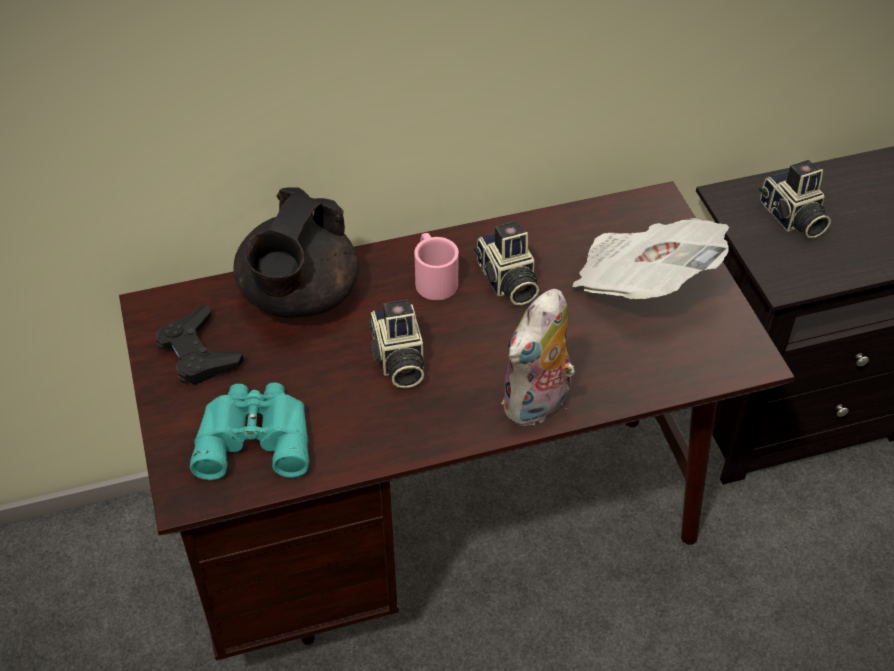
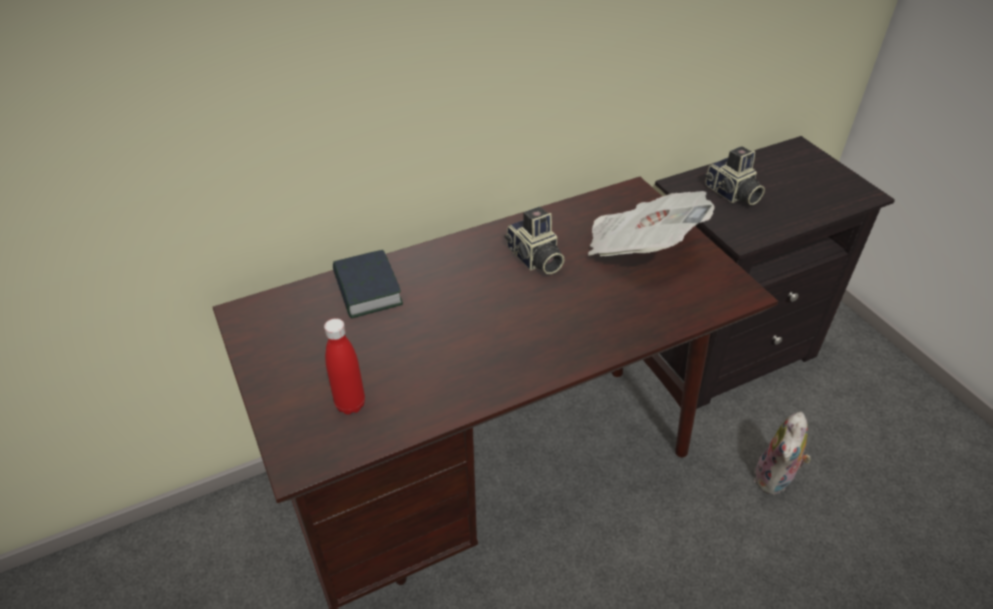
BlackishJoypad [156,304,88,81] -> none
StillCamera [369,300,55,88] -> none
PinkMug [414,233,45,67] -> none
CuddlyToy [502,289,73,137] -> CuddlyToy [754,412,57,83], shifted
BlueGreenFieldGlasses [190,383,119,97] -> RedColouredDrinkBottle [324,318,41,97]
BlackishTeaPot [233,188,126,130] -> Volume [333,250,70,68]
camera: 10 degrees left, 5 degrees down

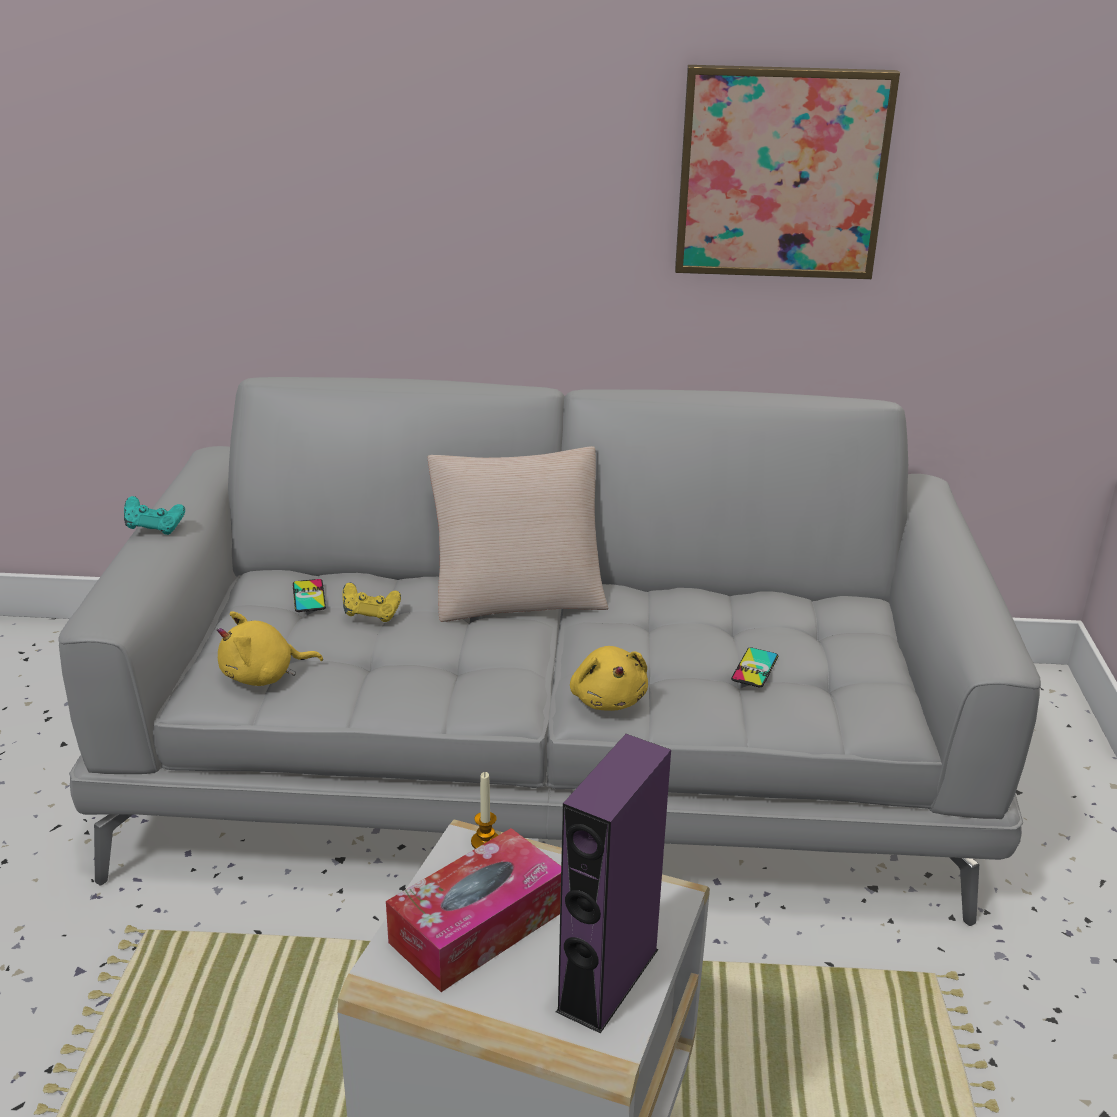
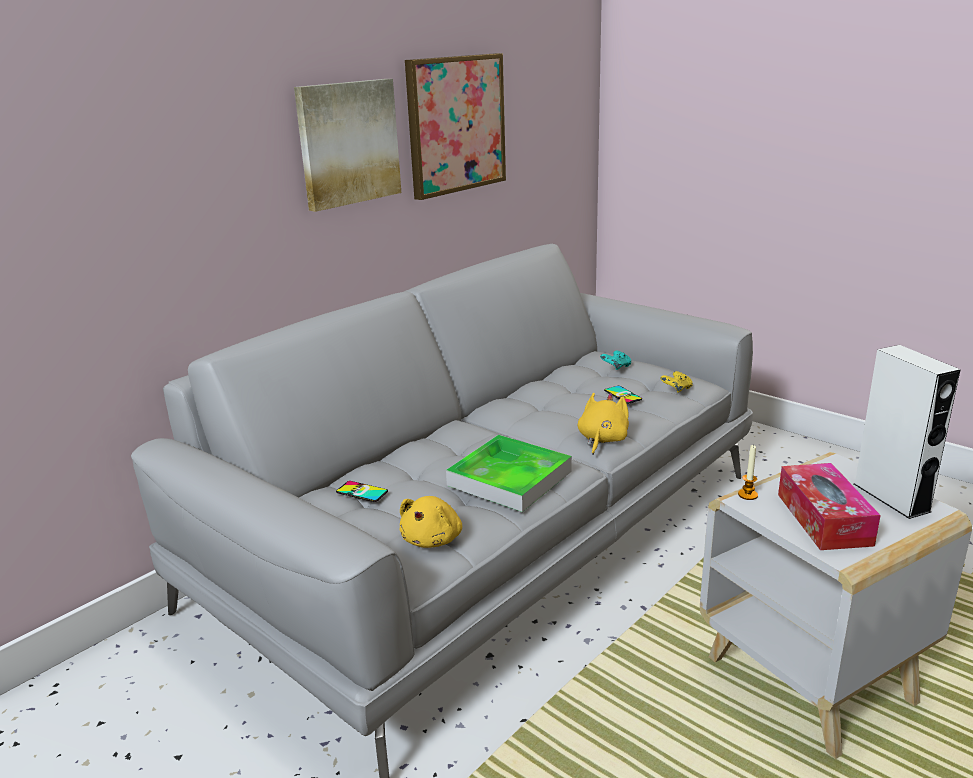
BeigeColouredThrowPillow [428,446,180,176] -> none
none -> WallPicture [294,79,107,133]
none -> ServingTray [446,435,126,77]
BlueGreenJoypad [124,496,61,39] -> BlueGreenJoypad [600,351,31,19], shifted
YellowishJoypad [342,583,59,39] -> YellowishJoypad [660,371,32,22], shifted
PurpleLoudspeaker [556,734,115,299] -> WhiteLoudspeaker [854,345,107,174]
YellowishCuddlyToy [570,646,78,65] -> YellowishCuddlyToy [578,393,51,61], 90 degrees counterclockwise
camera: 50 degrees left, 5 degrees down

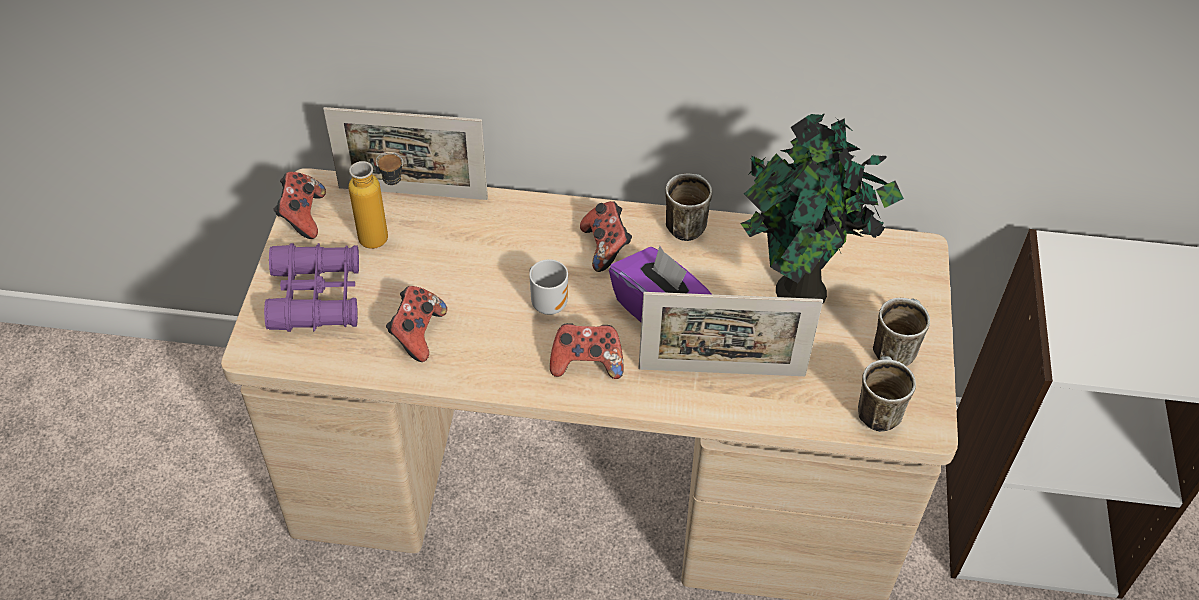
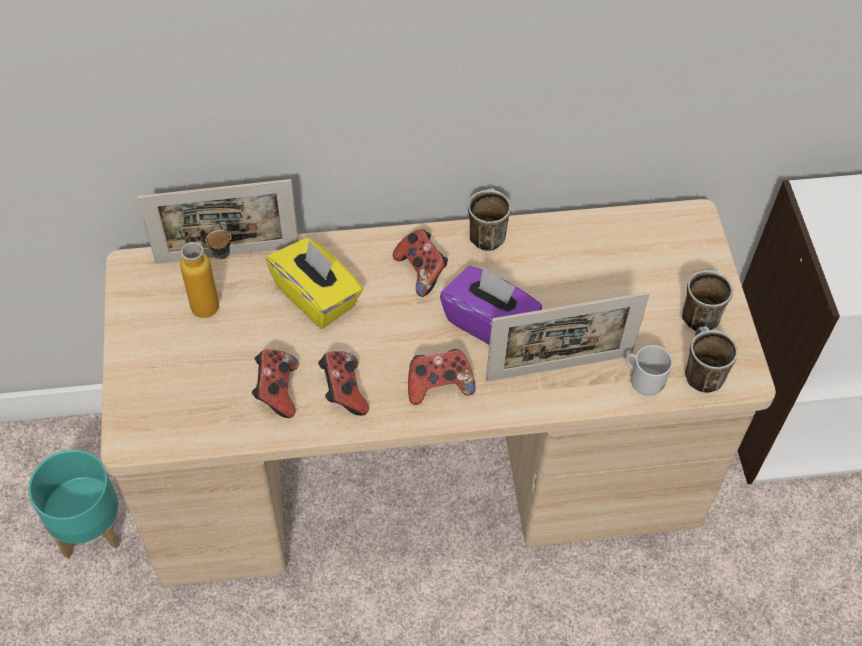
PurpleFieldGlasses [264,243,95,89] -> none
PlantInAPot [740,113,164,190] -> none
none -> BlueGreenPlantPot [28,450,92,109]
none -> YellowishTissueHolder [266,238,97,91]
Joypad [273,172,53,67] -> Joypad [318,351,51,65], shifted
Mug [529,259,39,56] -> Mug [625,345,48,51], shifted
camera: 15 degrees left, 5 degrees up

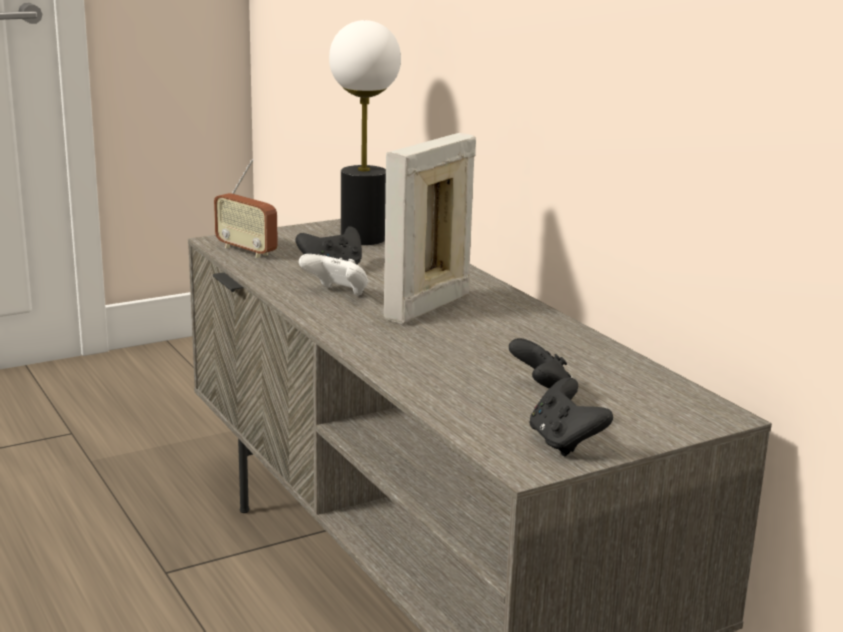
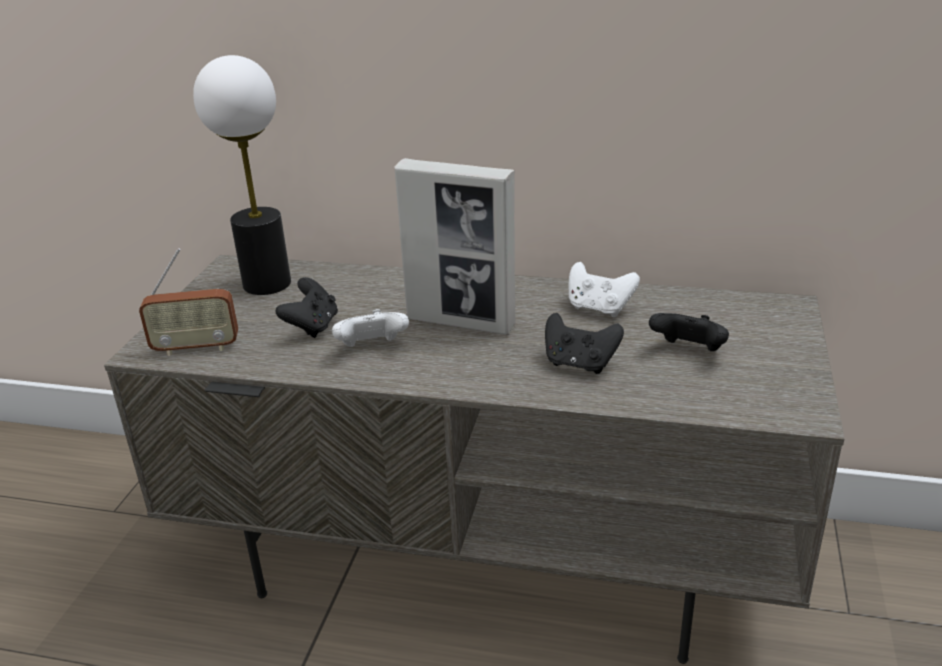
none -> WhiteJoypad [569,262,71,55]
BlackishJoypad [529,377,84,79] -> BlackishJoypad [545,313,79,61], shifted
StandingFrame [384,133,92,191] -> StandingFrame [394,158,122,177], 60 degrees counterclockwise
camera: 45 degrees left, 10 degrees up

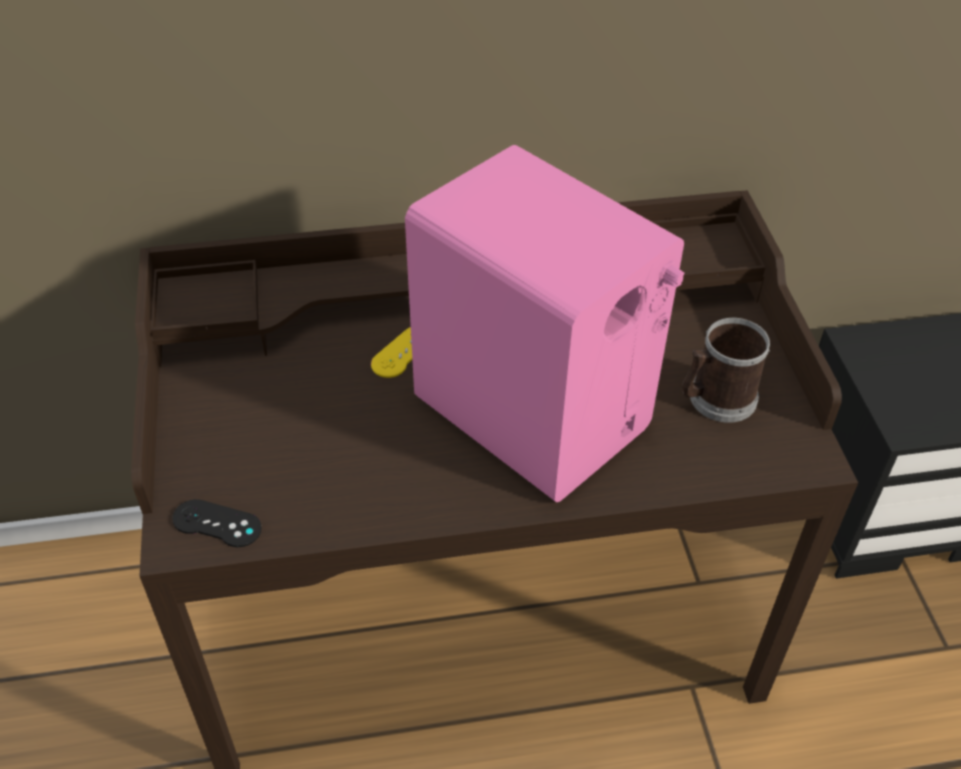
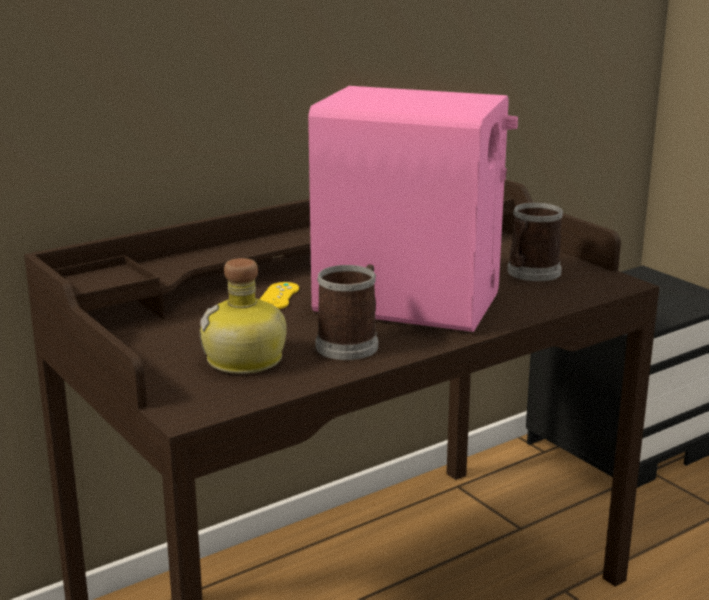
BlackishJoypad [172,499,90,48] -> none
none -> DrinkBottle [200,258,86,116]
none -> Mug [315,264,63,96]
camera: 25 degrees left, 25 degrees down

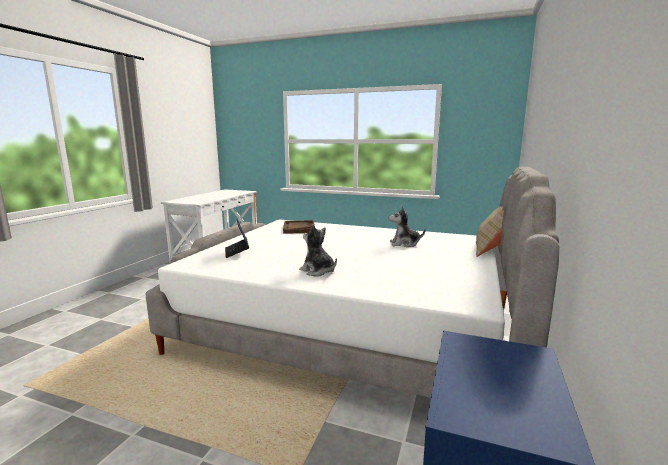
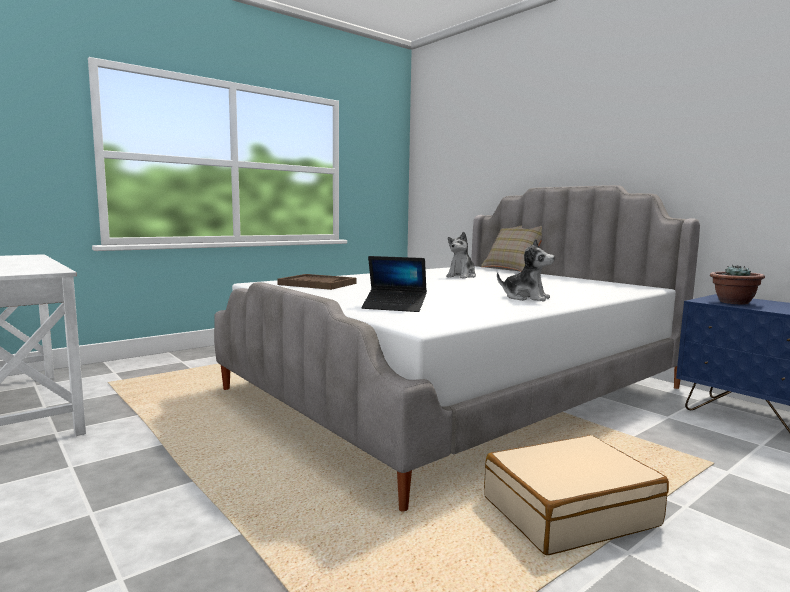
none -> BeigeColouredTravelCase [484,435,185,120]
none -> PlantInAPot [710,265,55,39]
CuddlyToy [299,224,38,52] -> CuddlyToy [497,239,58,63], 135 degrees counterclockwise
camera: 60 degrees left, 5 degrees down

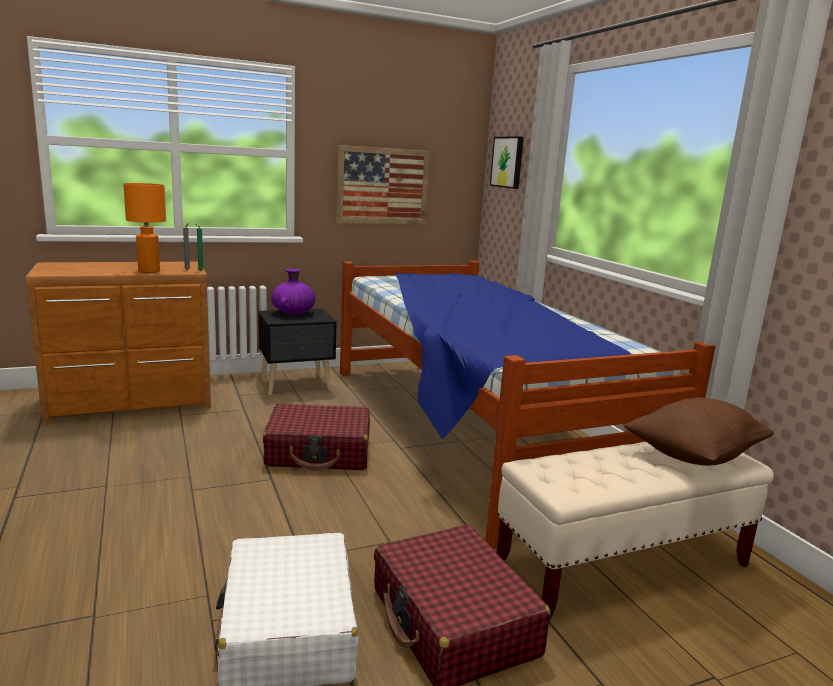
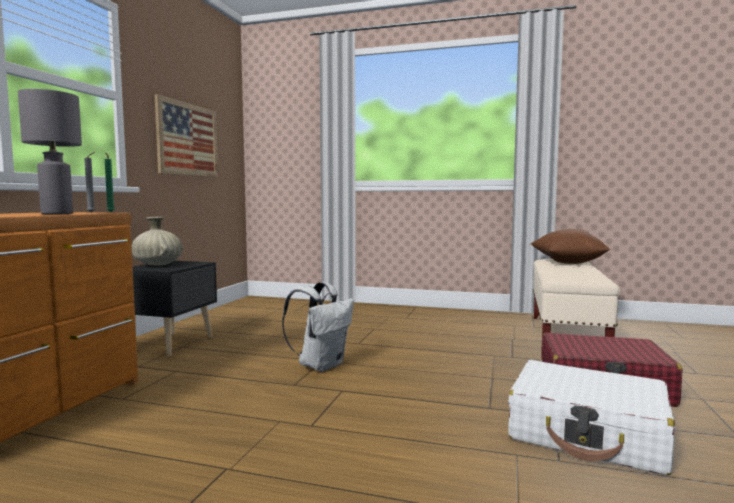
SleepingBed [340,261,375,288] -> none
WallPicture [490,136,34,53] -> none
RedColouredTravelCase [263,403,107,68] -> WhiteKnapsack [282,282,72,90]
OrangeyTabletopLamp [123,183,43,90] -> GreyishTabletopLamp [18,89,64,125]
PurpleFlowerVase [271,269,45,46] -> BeigeColouredFlowerVase [131,217,52,48]
camera: 50 degrees left, 10 degrees down

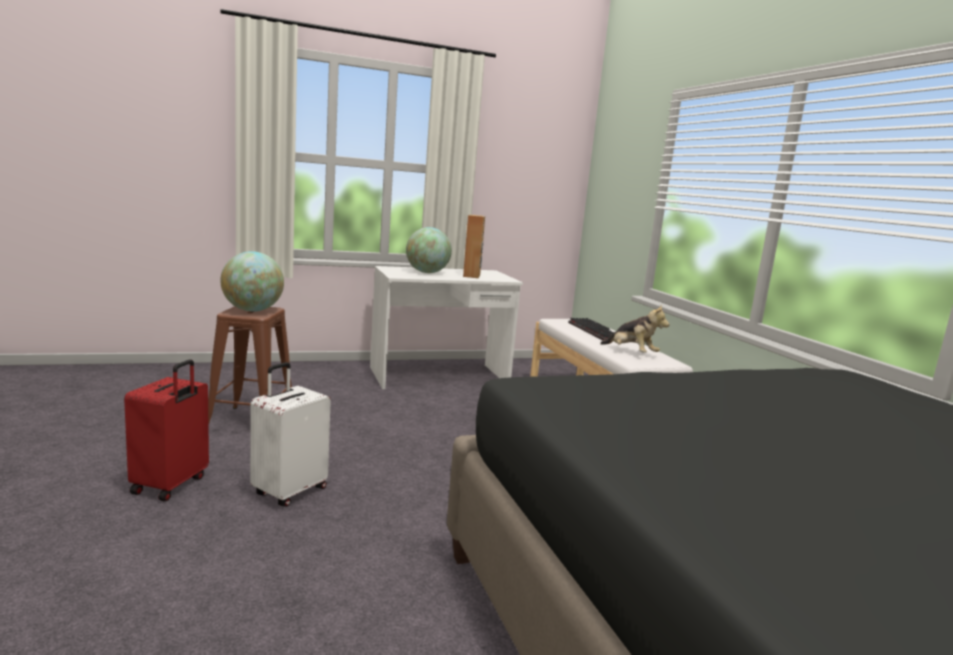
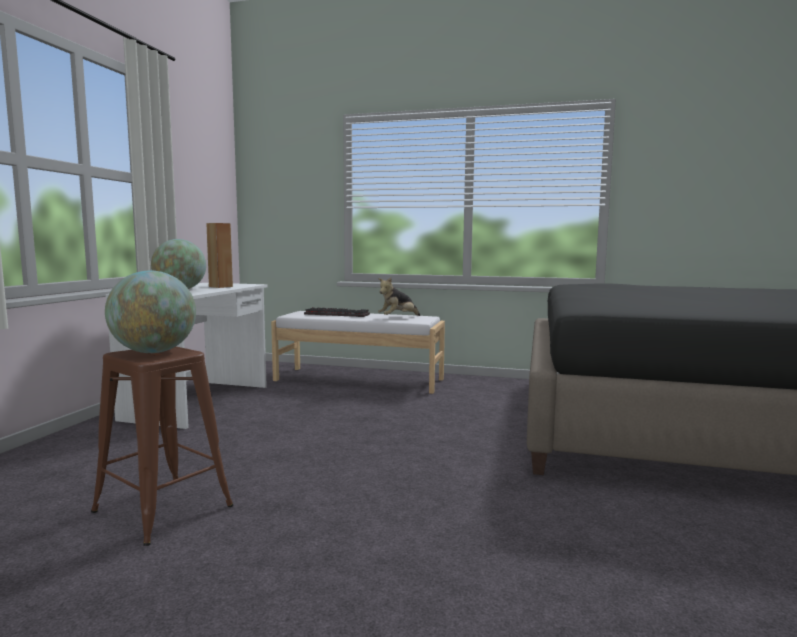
RedColouredTravelCase [124,359,85,142] -> none
WhiteTravelCase [250,362,81,145] -> none
CuddlyToy [600,304,70,49] -> CuddlyToy [378,277,42,39], 150 degrees clockwise
camera: 55 degrees left, 5 degrees down

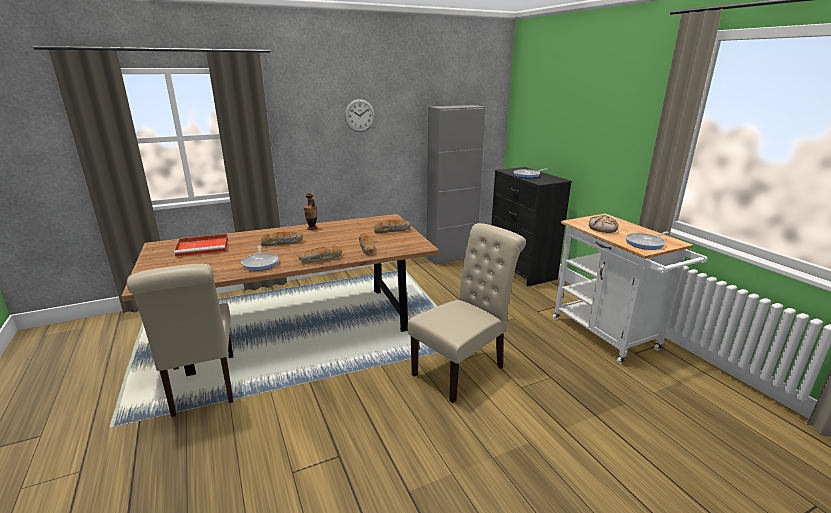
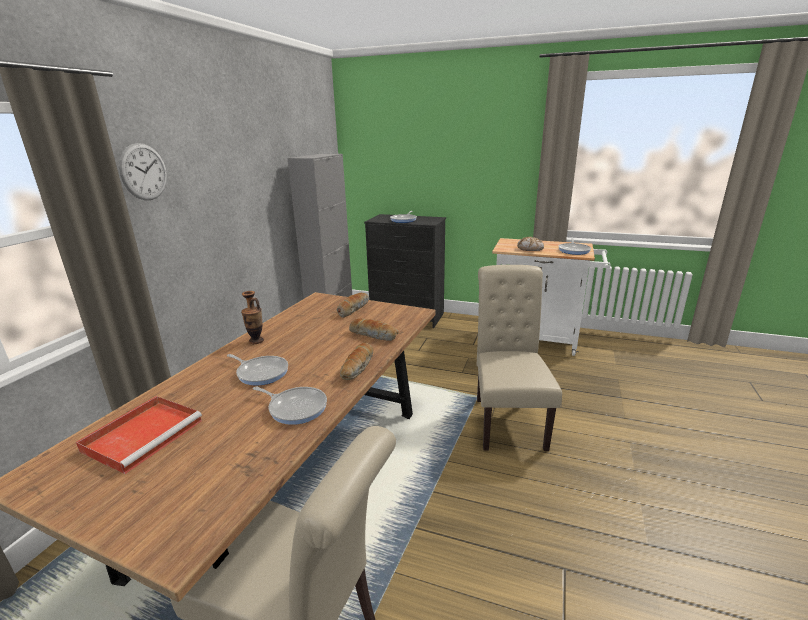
WallClock [345,99,30,33] -> WallClock [119,143,48,57], shifted
BakedBread [261,231,42,15] -> Skillet [227,354,61,31]
camera: 45 degrees left, 0 degrees up

